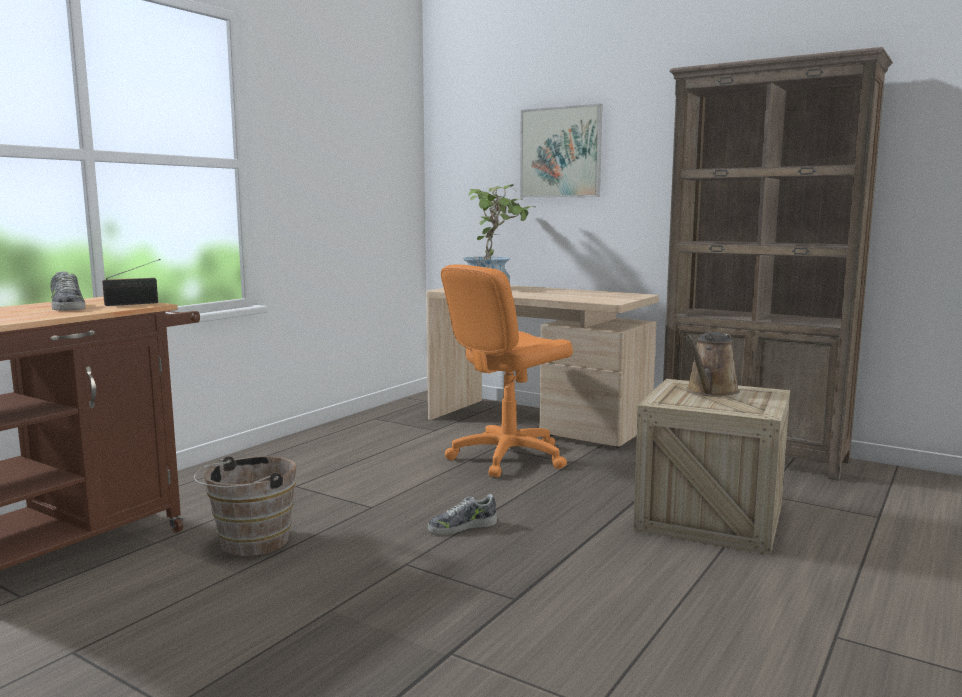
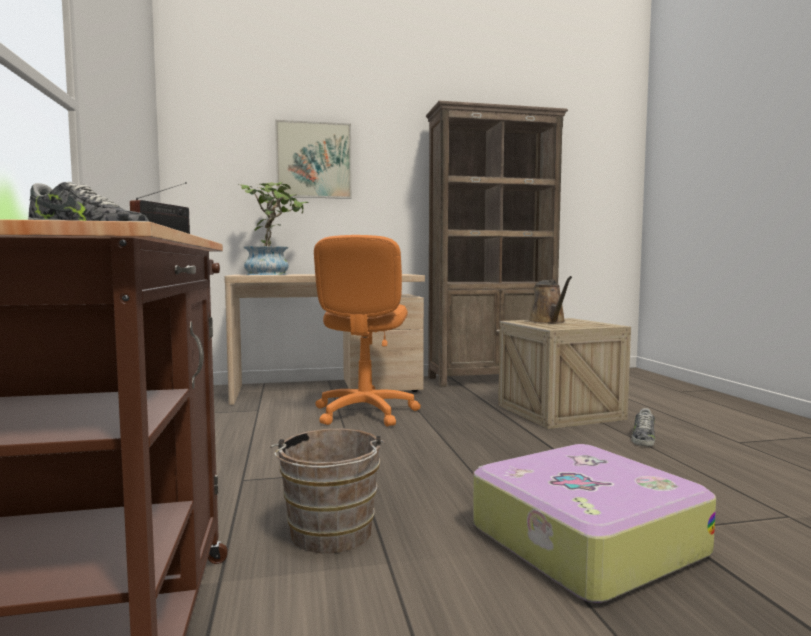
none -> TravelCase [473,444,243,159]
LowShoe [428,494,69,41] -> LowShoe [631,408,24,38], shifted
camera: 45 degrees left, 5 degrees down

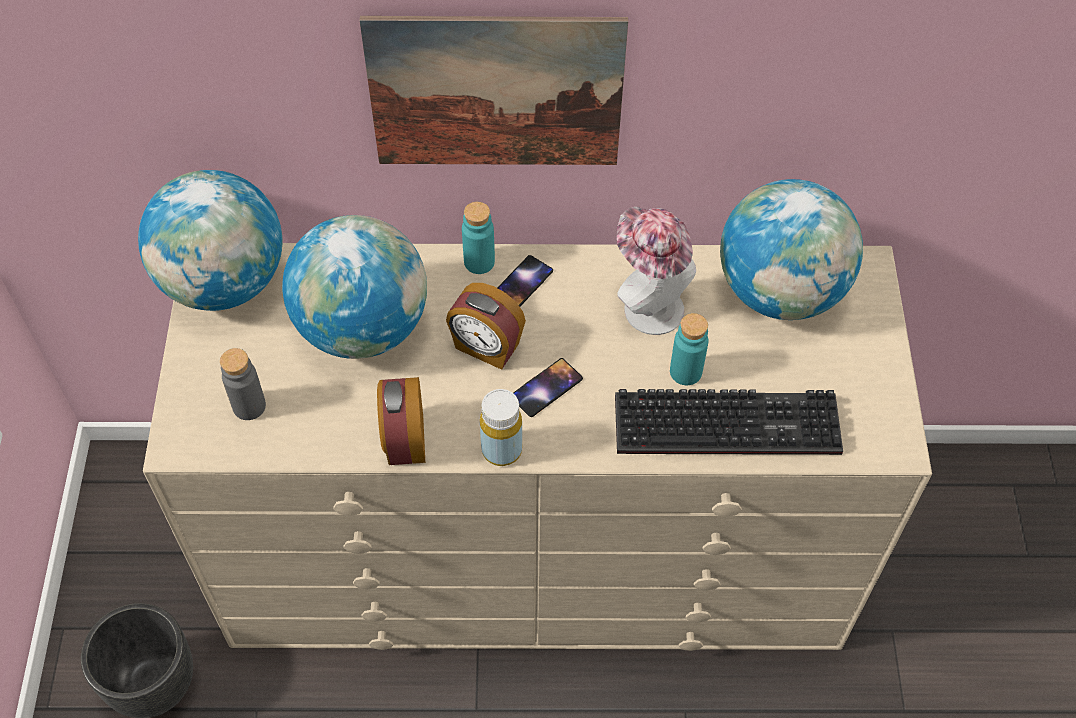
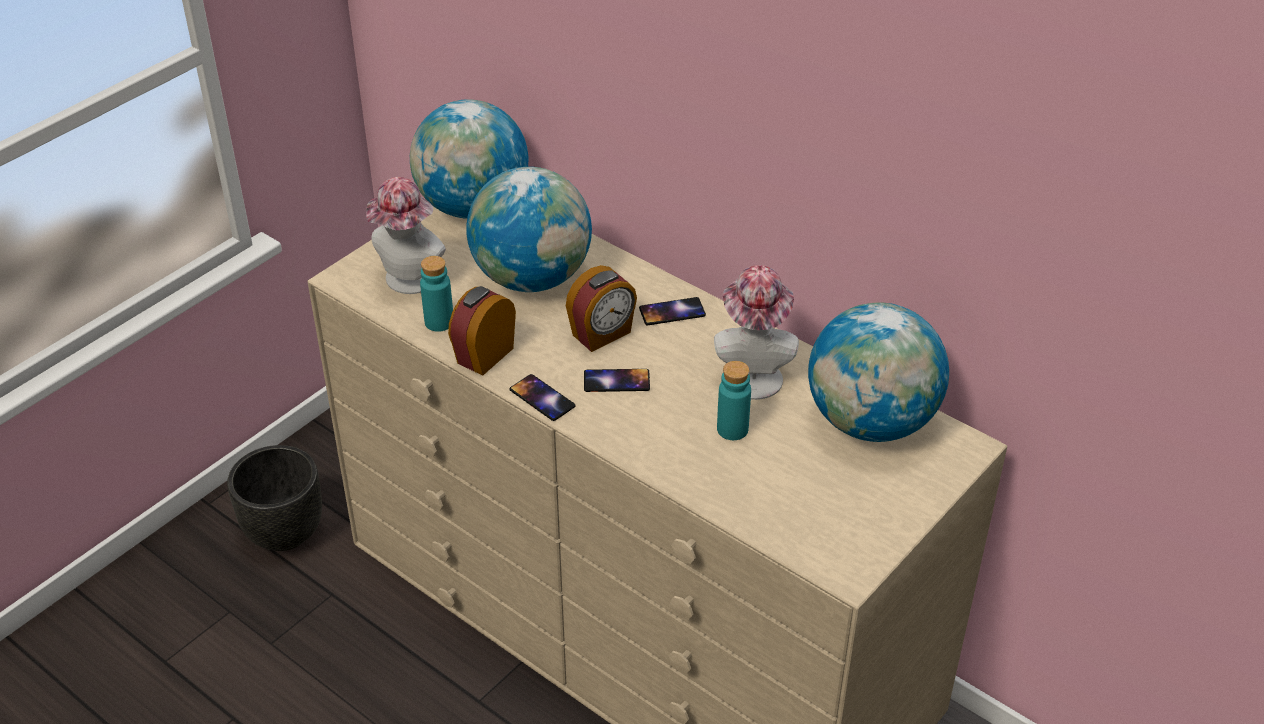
WallPicture [360,16,268,149] -> none
ComputerKeyboard [615,389,228,66] -> none
BlueGreenDrinkBottle [462,202,33,72] -> BlueGreenDrinkBottle [420,256,33,76], shifted
GreyishDrinkBottle [220,348,46,72] -> WearableHat [366,177,80,117]
YellowishDrinkBottle [480,389,42,77] -> Handset [509,374,67,47]
BedsideClock [446,283,80,87] -> BedsideClock [566,265,71,87], 105 degrees counterclockwise
camera: 40 degrees right, 15 degrees down

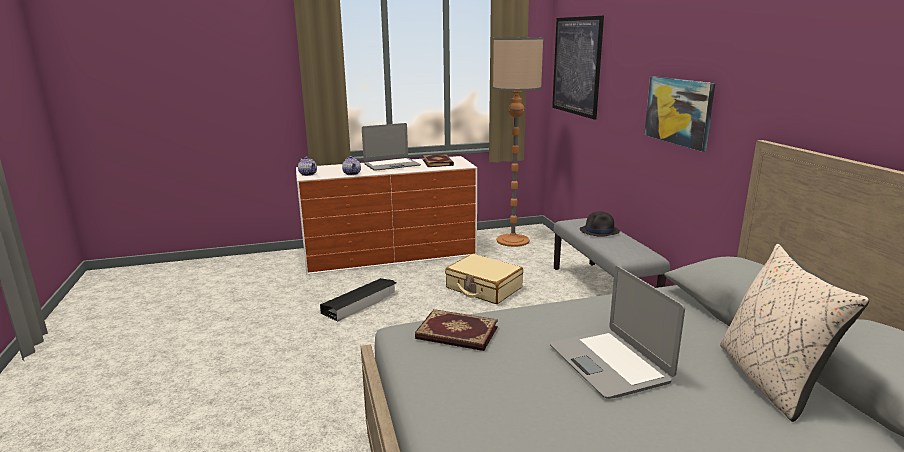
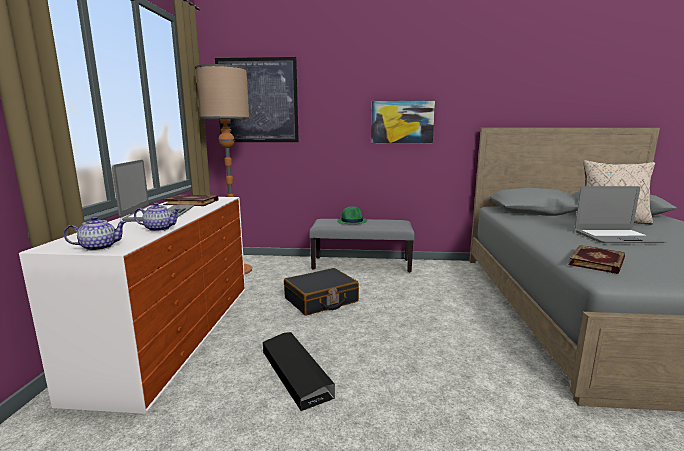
BeigeColouredTravelCase [445,254,78,50] -> BlackishTravelCase [284,268,75,47]
BlackishWearableHat [580,212,40,25] -> GreenWearableHat [337,206,30,18]
camera: 70 degrees left, 5 degrees down

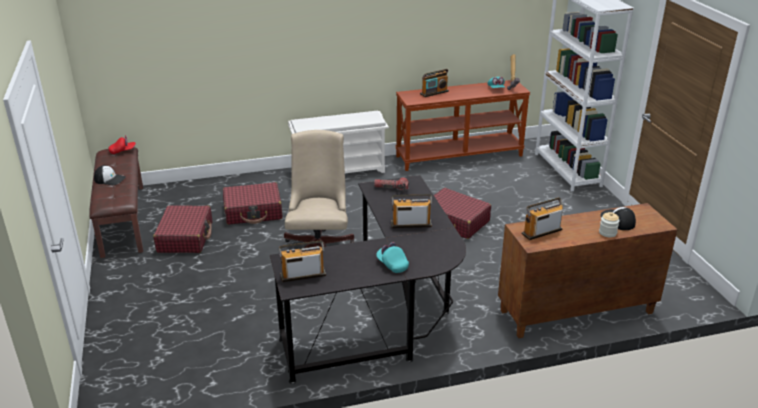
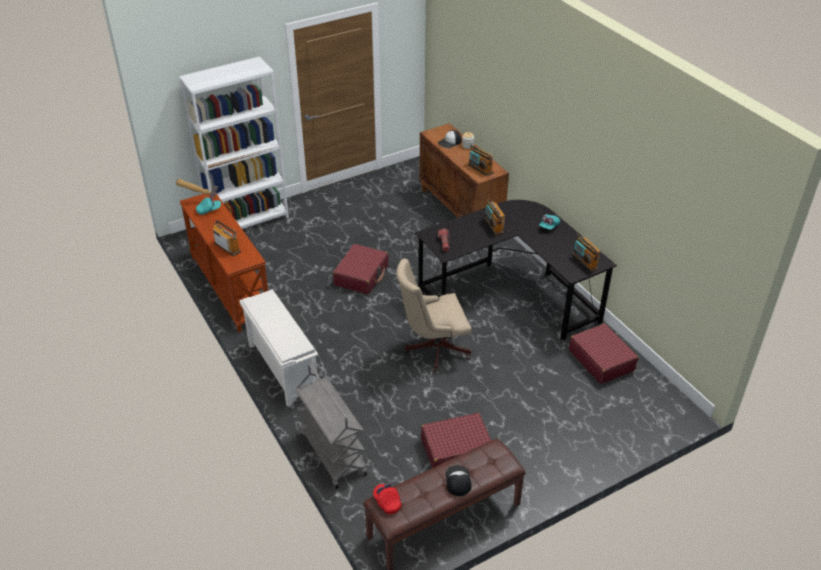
none -> GreyishCart [295,364,72,125]
RedColouredTravelCase [223,182,60,43] -> RedColouredTravelCase [569,323,70,61], shifted
camera: 105 degrees left, 10 degrees up

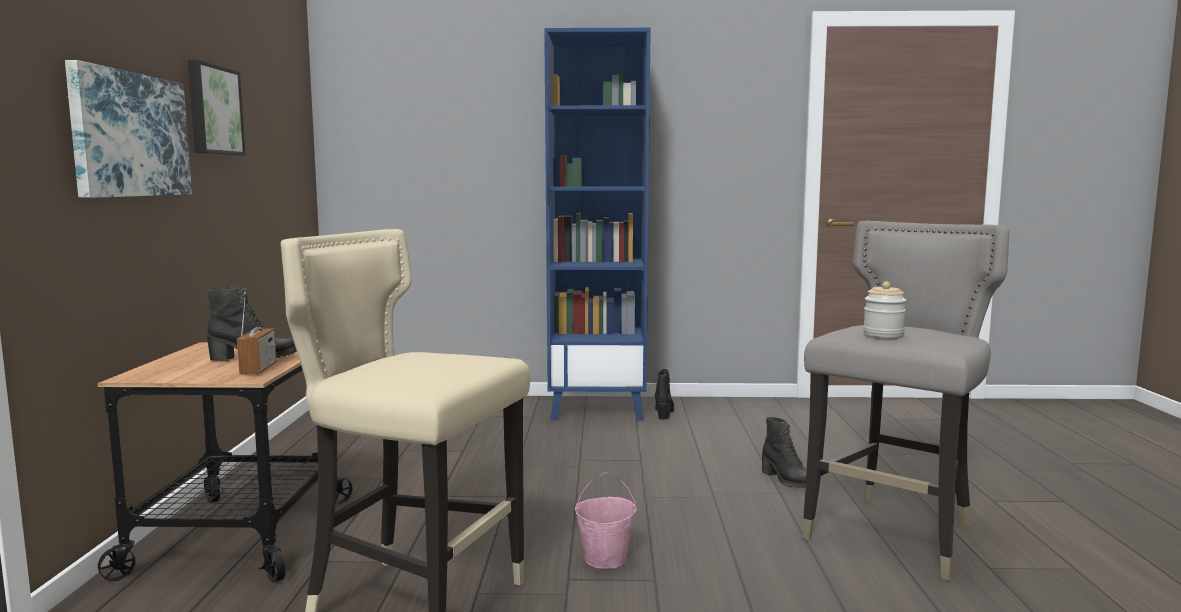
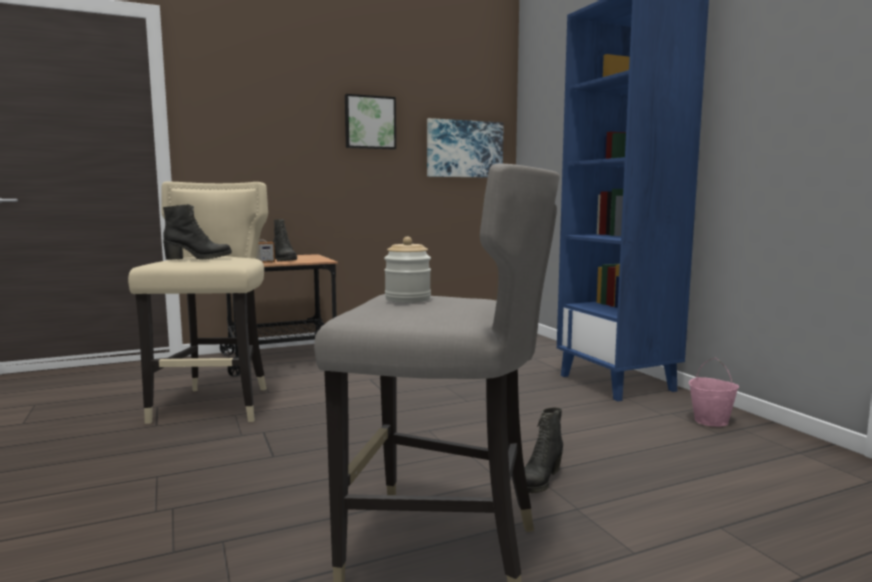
WallPicture [65,60,127,138] -> WallPicture [427,118,77,60], shifted
PinkWaterBucket [575,472,61,97] -> PinkWaterBucket [689,358,50,69], shifted
BlackishHighTopBoot [655,368,19,52] -> BlackishHighTopBoot [163,204,69,56], shifted
camera: 65 degrees right, 0 degrees up

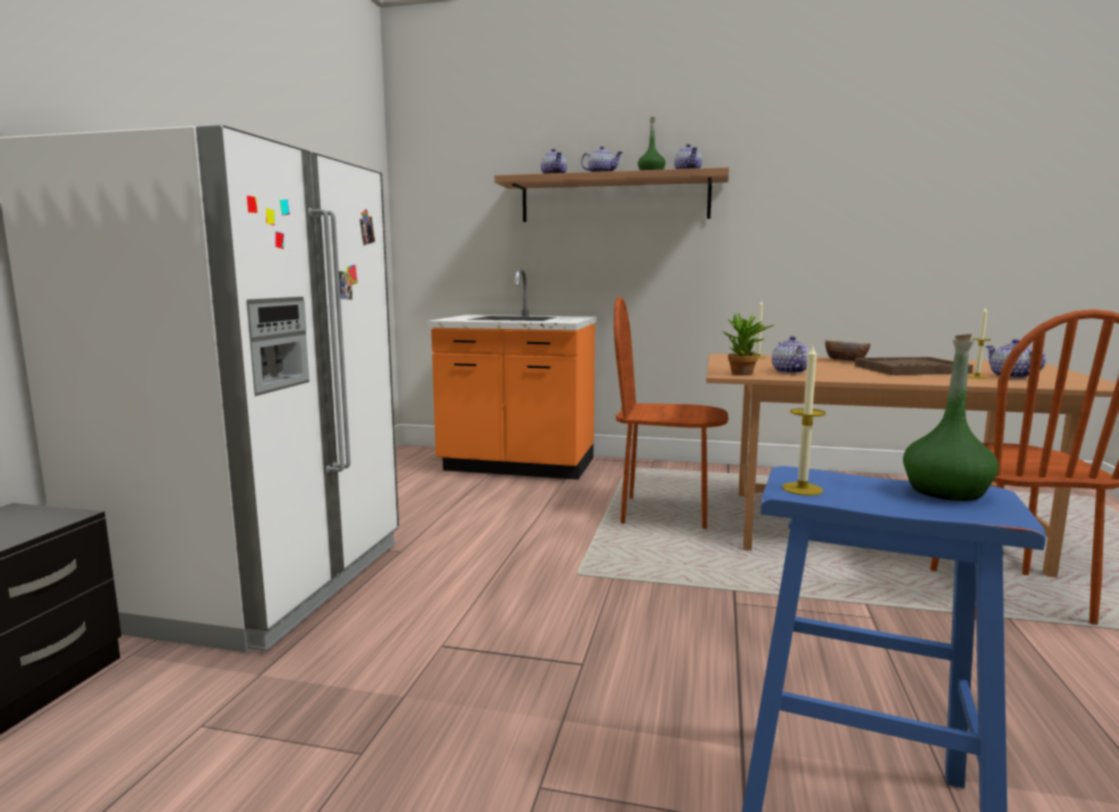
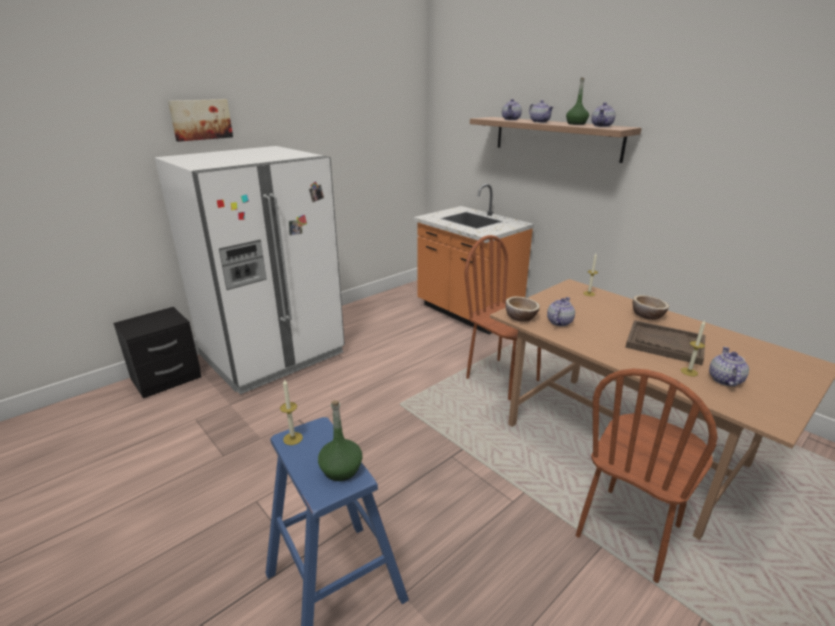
none -> WallPicture [168,99,65,43]
PlantInAPot [722,313,52,62] -> DeepDish [506,296,34,26]
camera: 35 degrees right, 15 degrees up

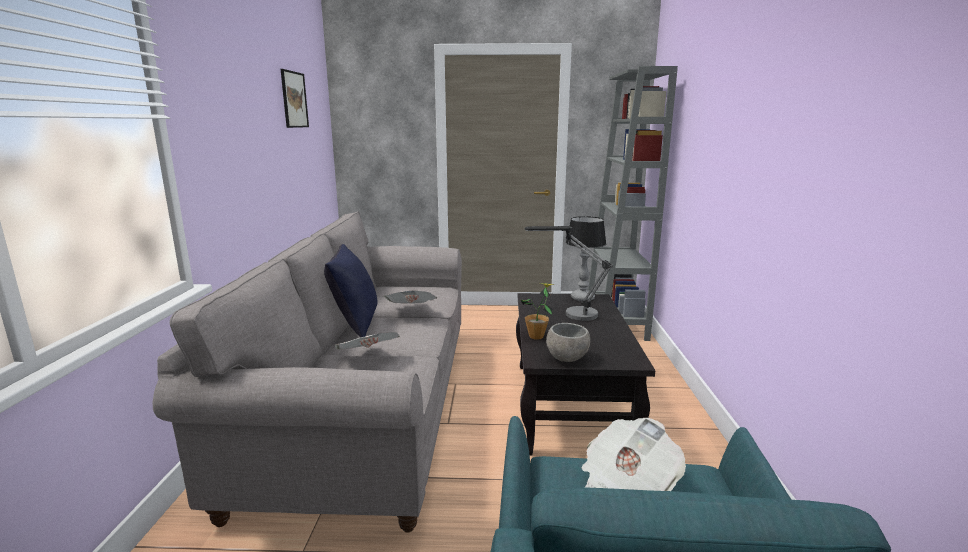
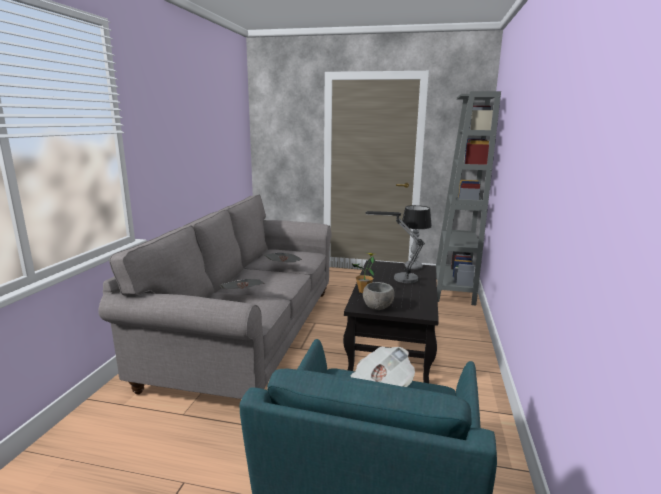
WallPicture [280,69,29,59] -> none
BlueThrowPillow [324,244,54,94] -> none
camera: 10 degrees right, 0 degrees up

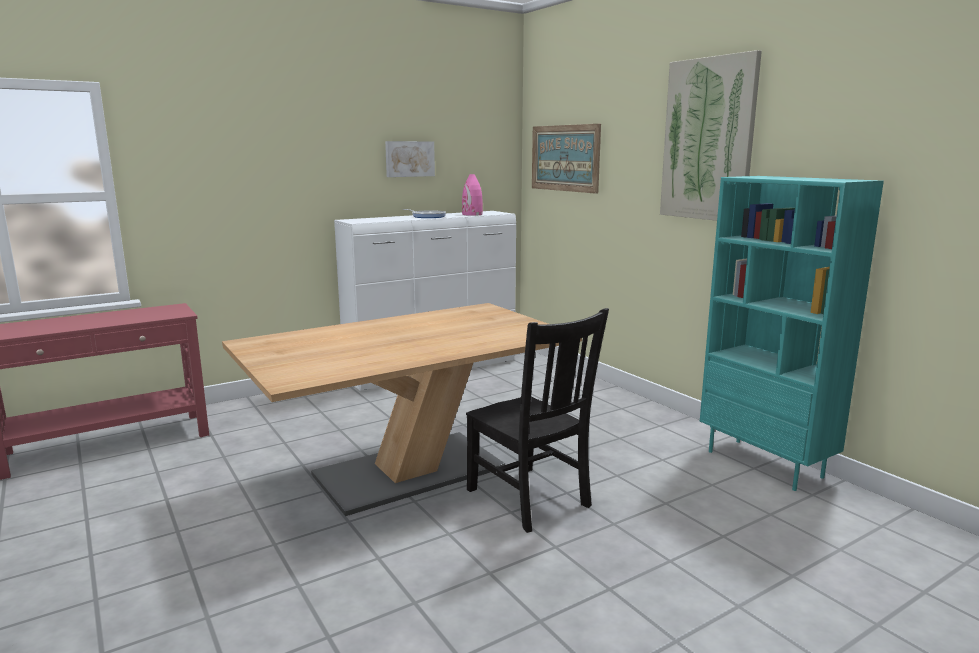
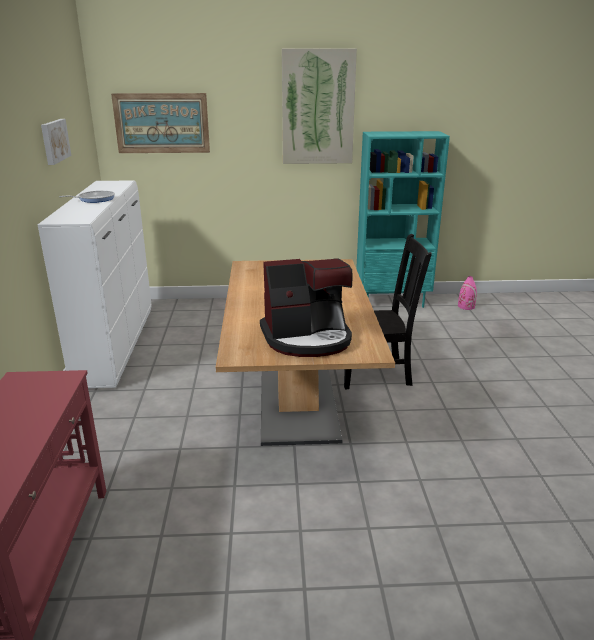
none -> CoffeeMaker [260,258,93,99]
PinkFlowerVase [462,174,21,42] -> PinkFlowerVase [458,276,19,34], shifted
camera: 60 degrees left, 10 degrees up

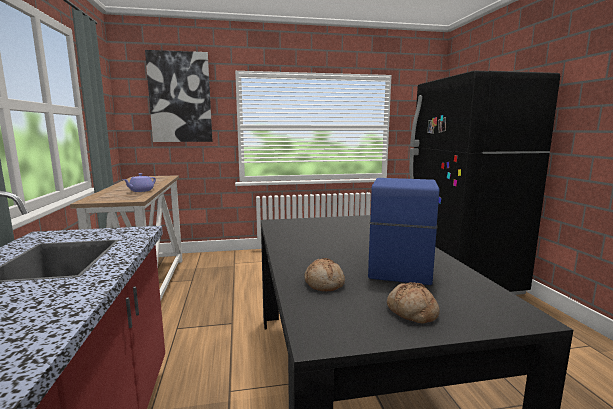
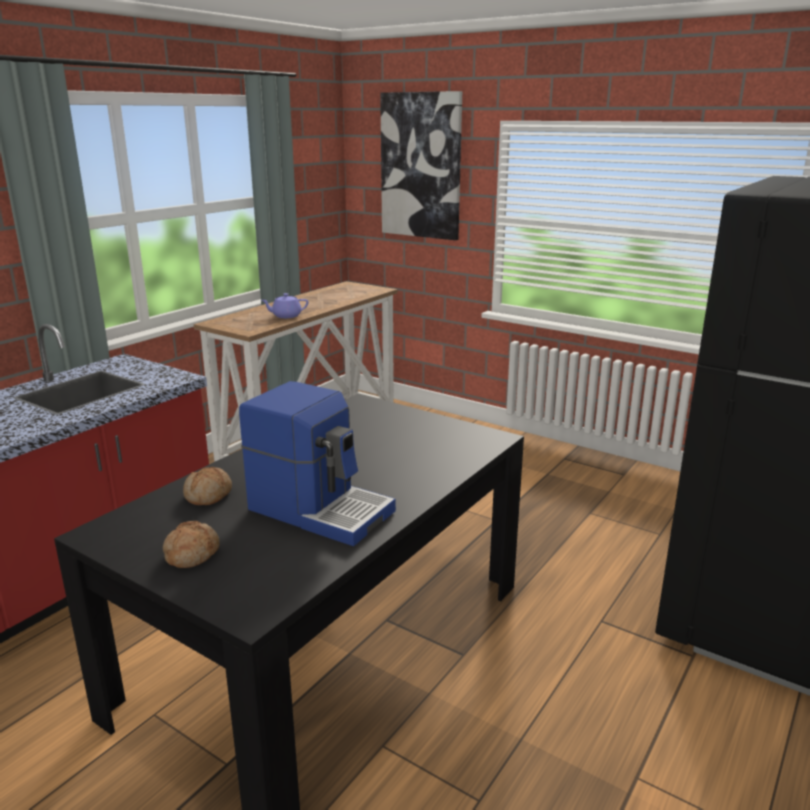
CoffeeMaker [368,178,72,107] -> CoffeeMaker [239,381,157,165], 60 degrees clockwise
camera: 45 degrees right, 10 degrees up

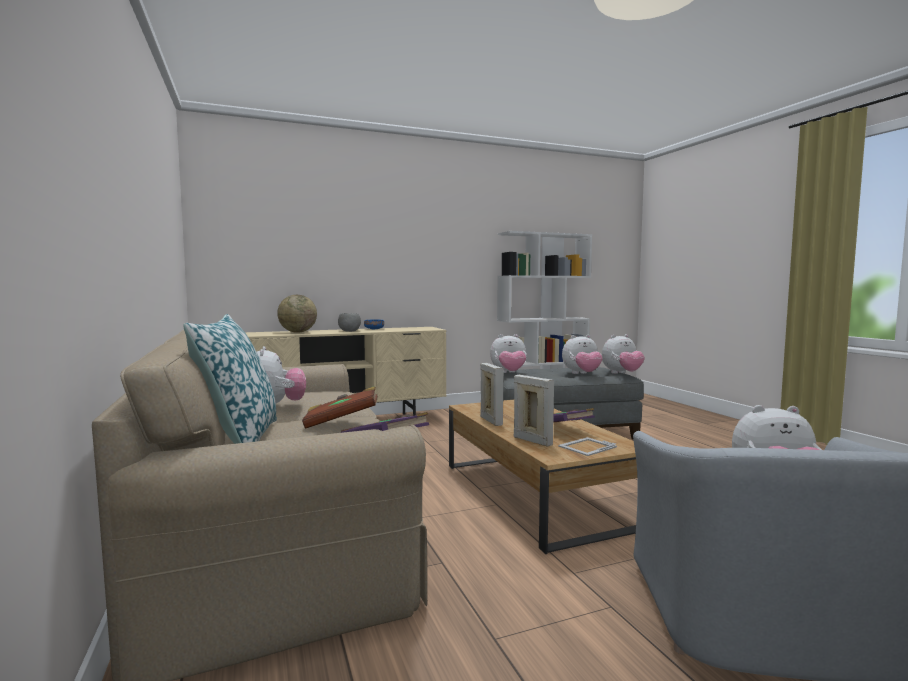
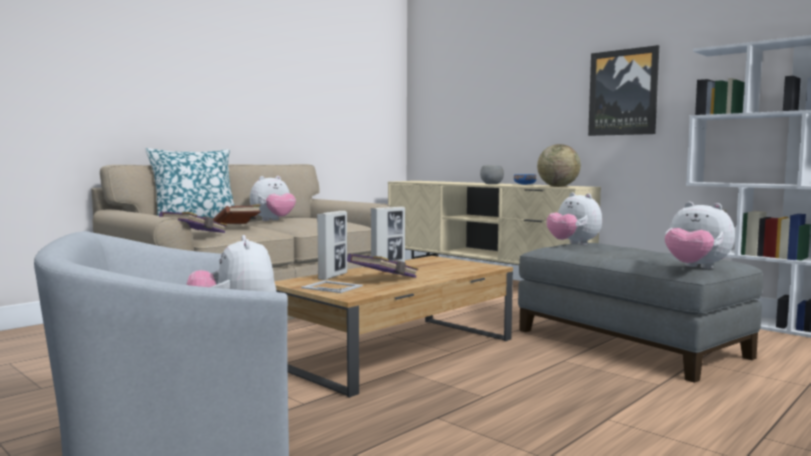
CuddlyToy [562,335,40,39] -> none
none -> WallPicture [588,45,71,91]
Globe [277,295,40,38] -> Globe [537,144,44,43], shifted
camera: 65 degrees right, 0 degrees up

